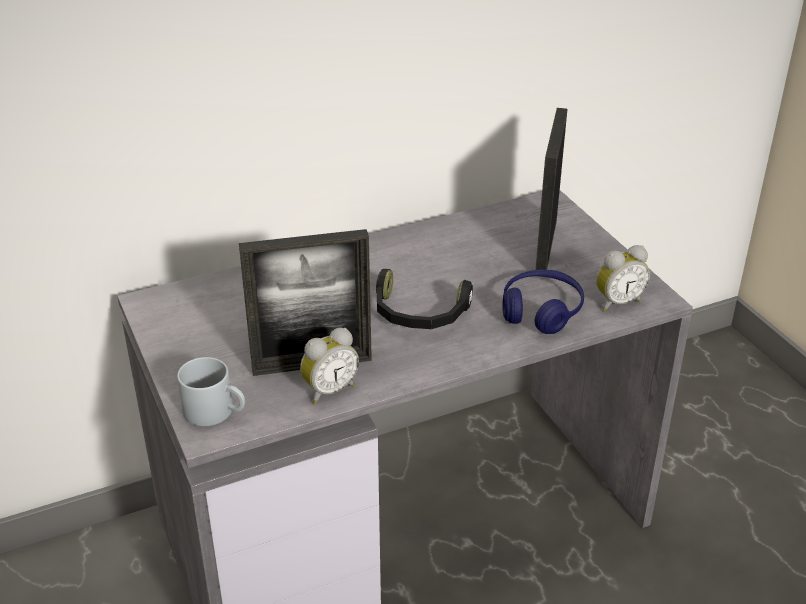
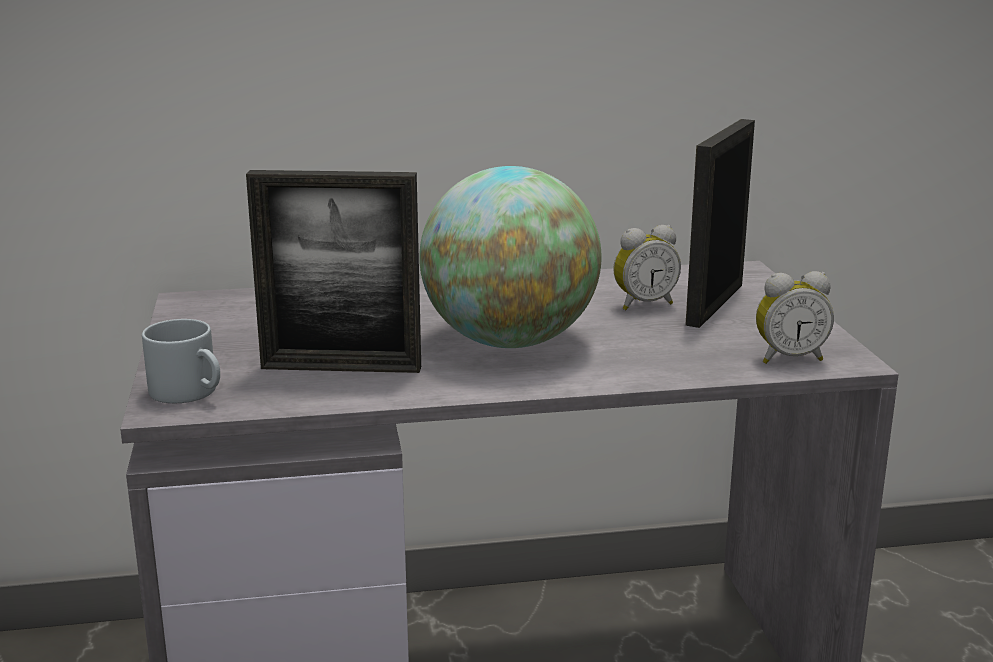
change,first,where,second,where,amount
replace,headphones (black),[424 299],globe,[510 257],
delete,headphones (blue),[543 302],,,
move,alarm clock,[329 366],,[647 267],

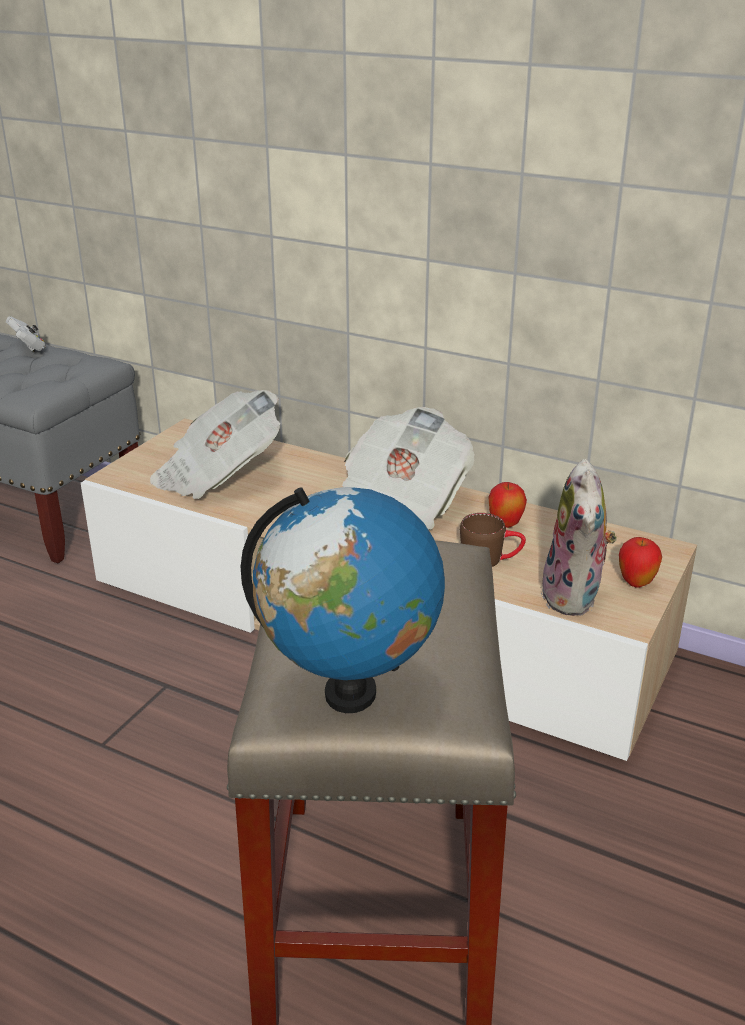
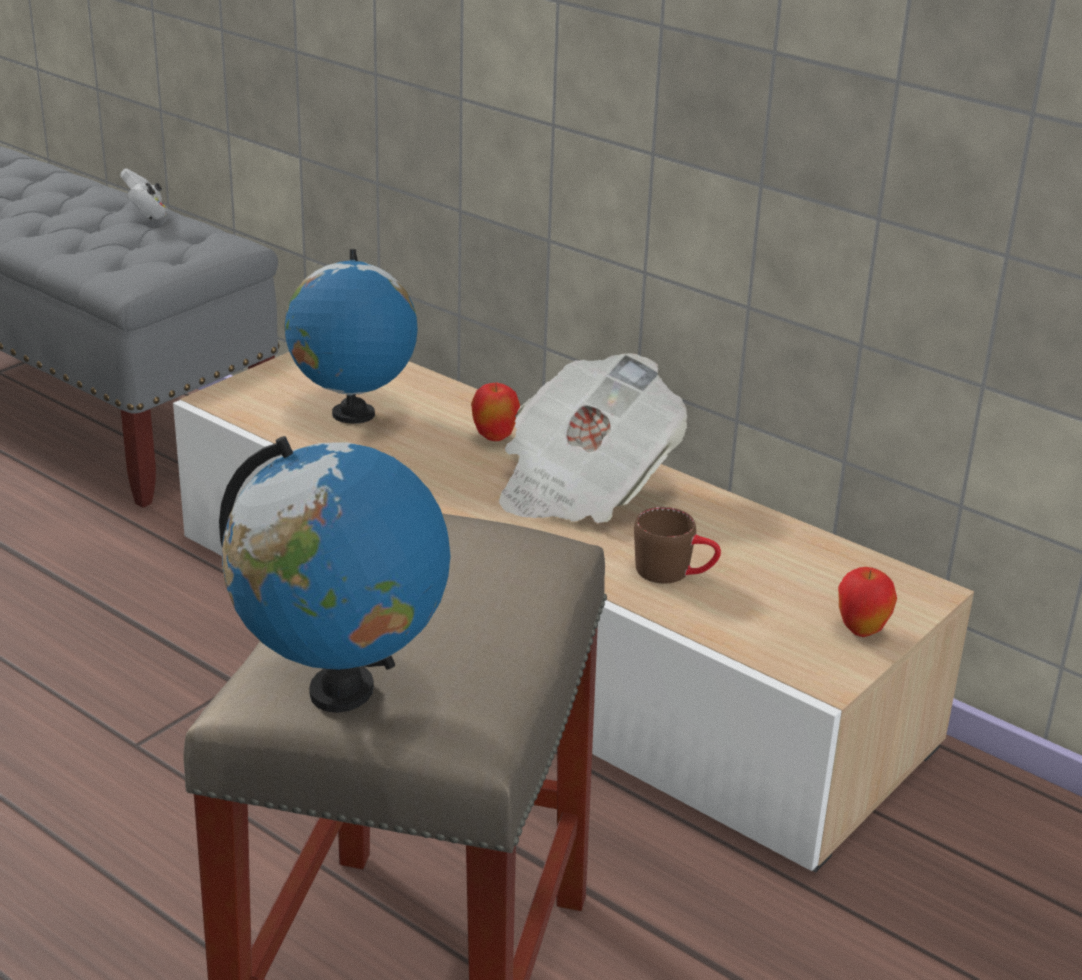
change,first,where,second,where,amount
replace,newspaper,[215 444],globe,[351 336],
delete,plush toy,[579 537],,,
move,apple,[507 505],,[495 412],

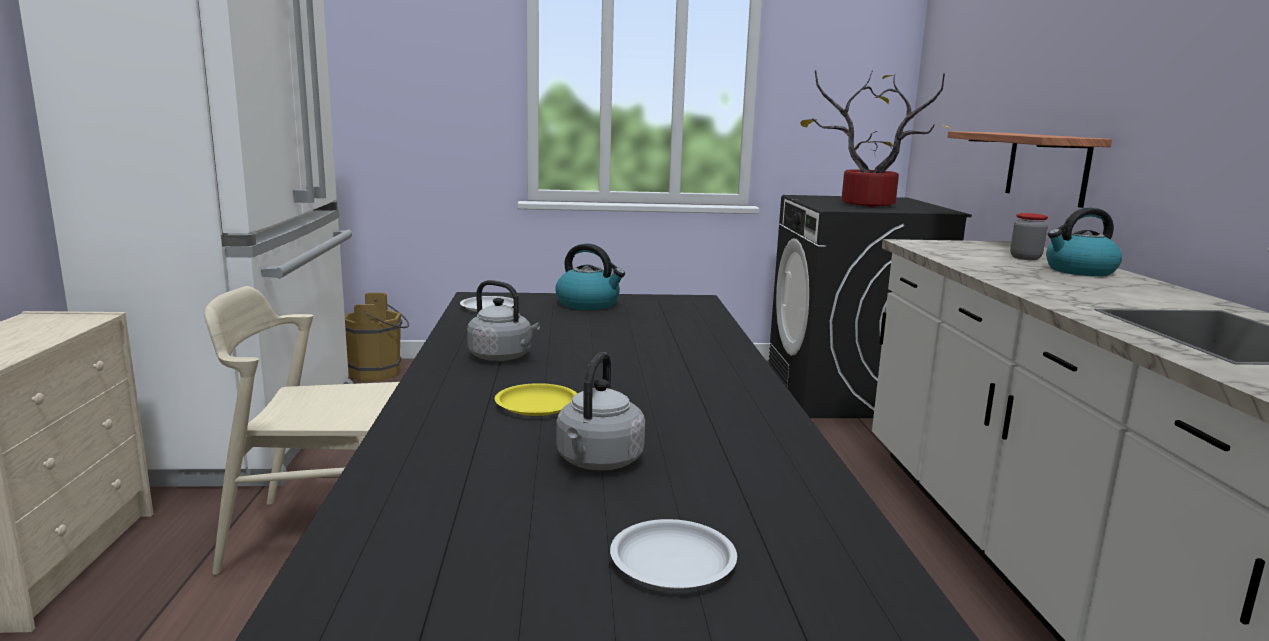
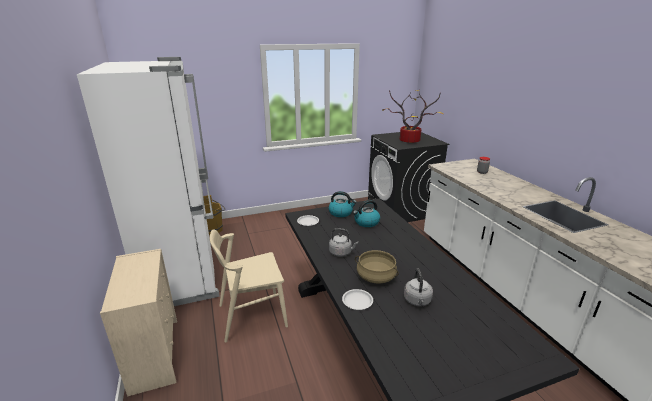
change,first,where,second,where,amount
delete,shelf,[1029 169],,,
move,kettle,[1084 242],,[366 213],
replace,plate (yellow),[536 399],cooking pot (beige),[377 267],
move,plate (white),[673 554],,[357 299],

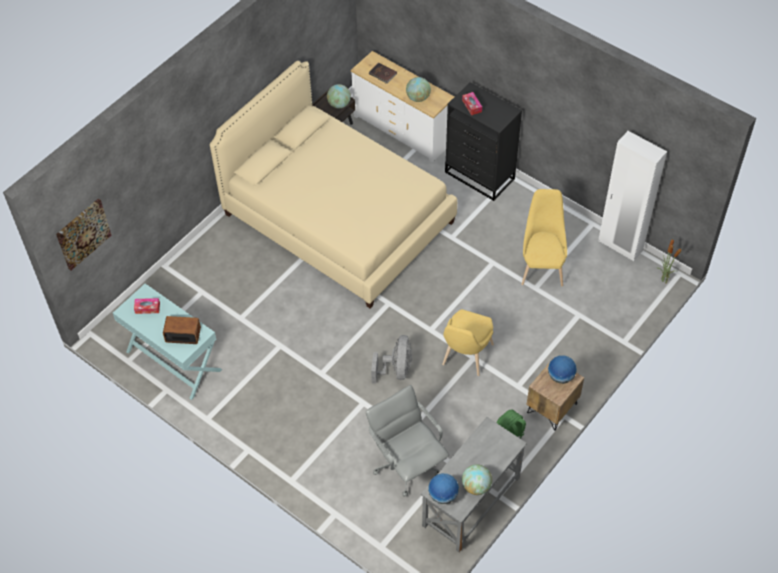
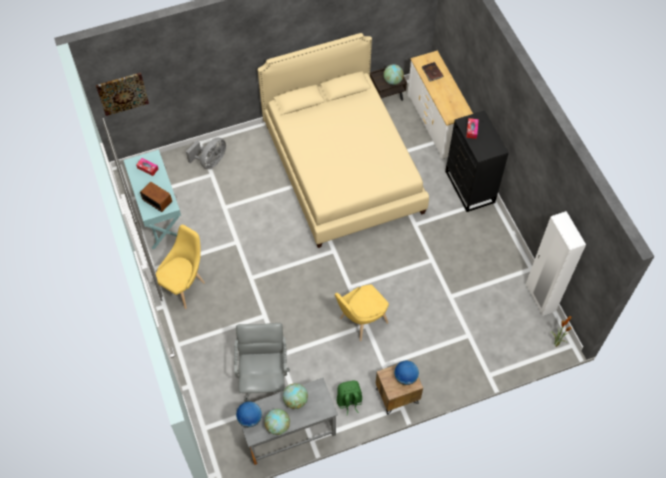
change,first,where,second,where,amount
move,globe,[418 89],,[295 396],
move,chair (yellow),[544 237],,[180 267],
move,fan (grey),[391 359],,[206 153],

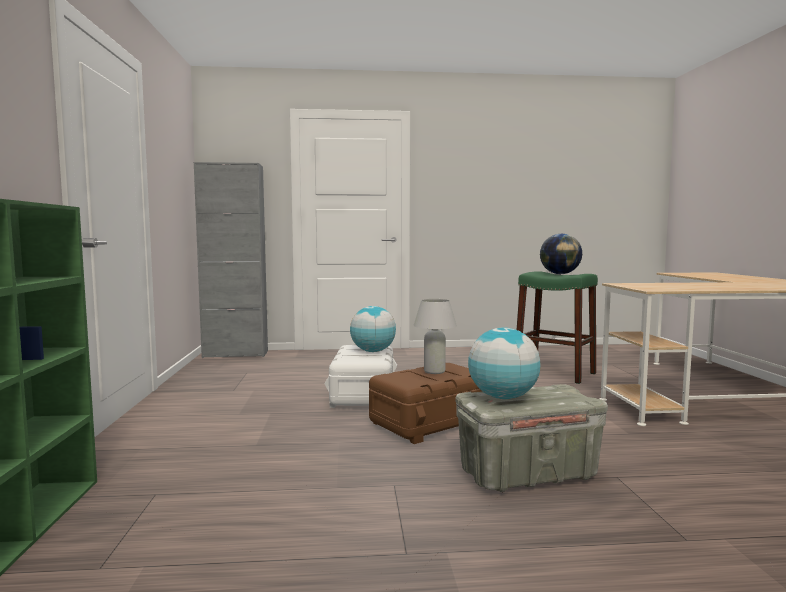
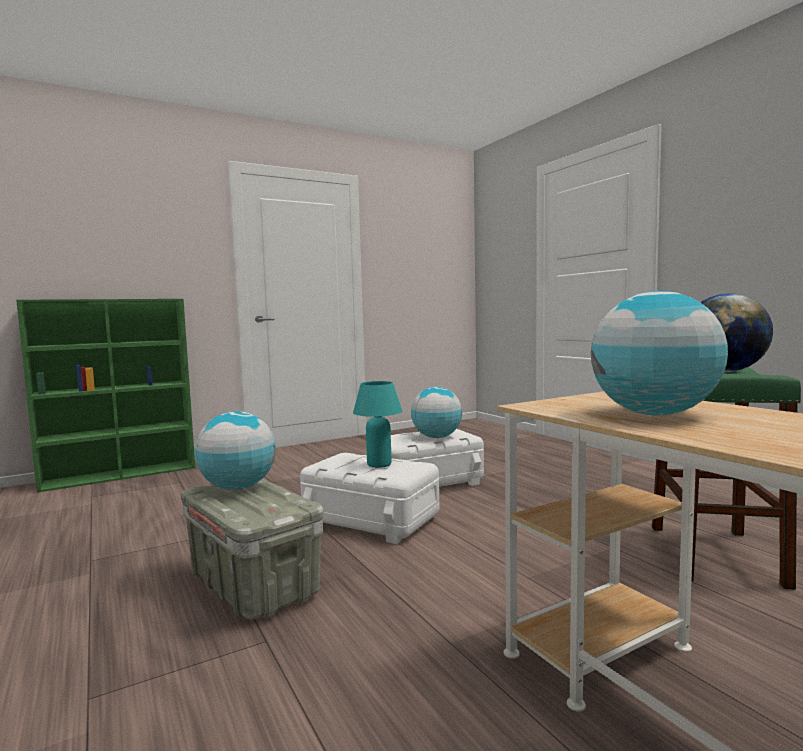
change,first,where,second,where,amount
delete,cabinet (grey),[231 260],,,
recolor,table lamp (white),[435 336],table lamp (turquoise),[377 424],
recolor,storage box (brown),[426 403],storage box (white),[369 498],
insert,,,globe,[659 353],

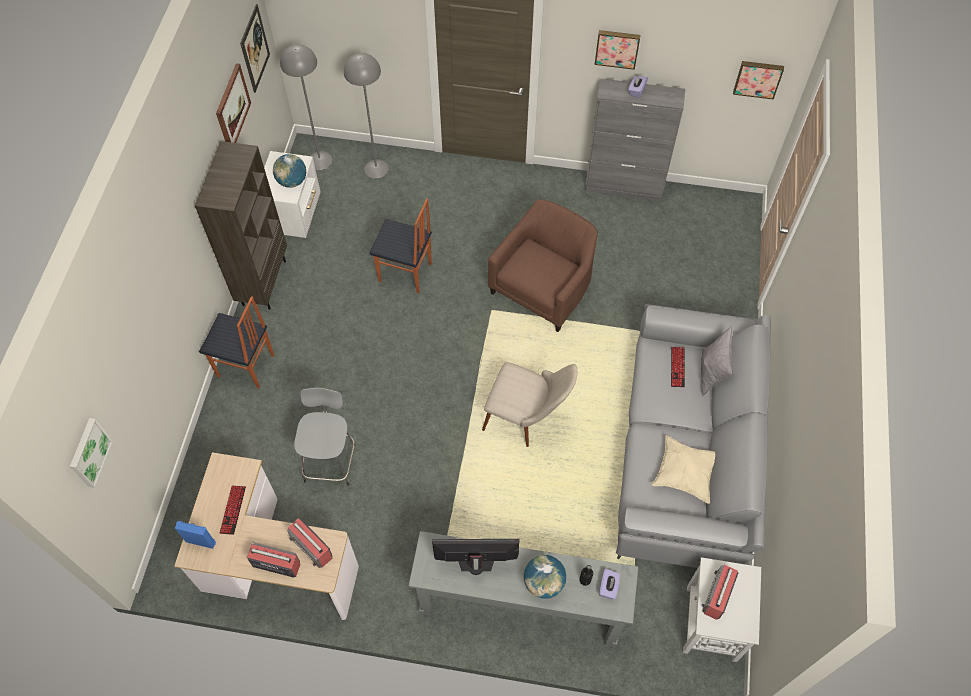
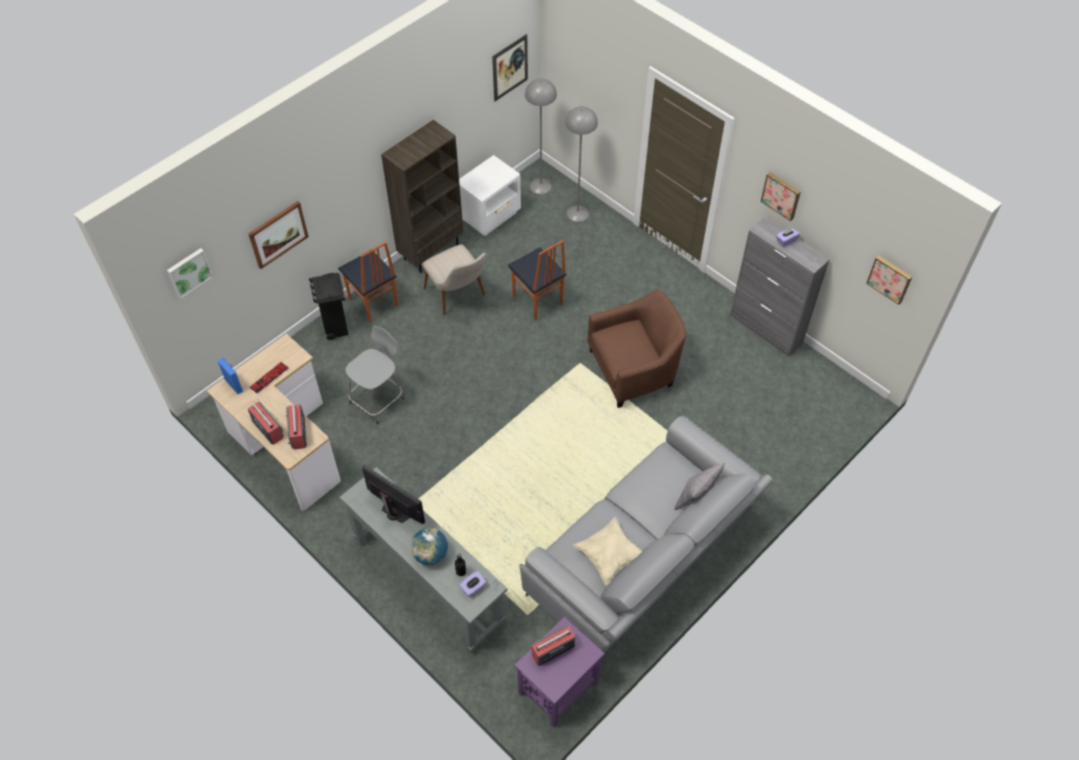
change,first,where,second,where,amount
move,picture,[233 103],,[279 235],
delete,globe,[289 171],,,
delete,keyboard,[678 367],,,
move,chair (beige),[529 404],,[454 279],
recolor,side table (white),[722 609],side table (purple),[559 672],
insert,,,trash can (black),[328 306],

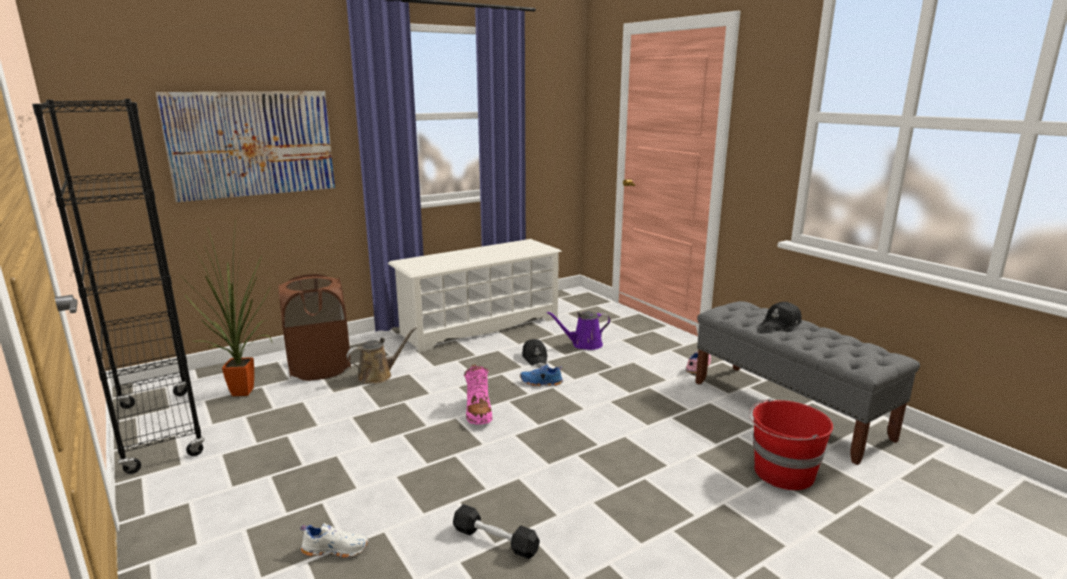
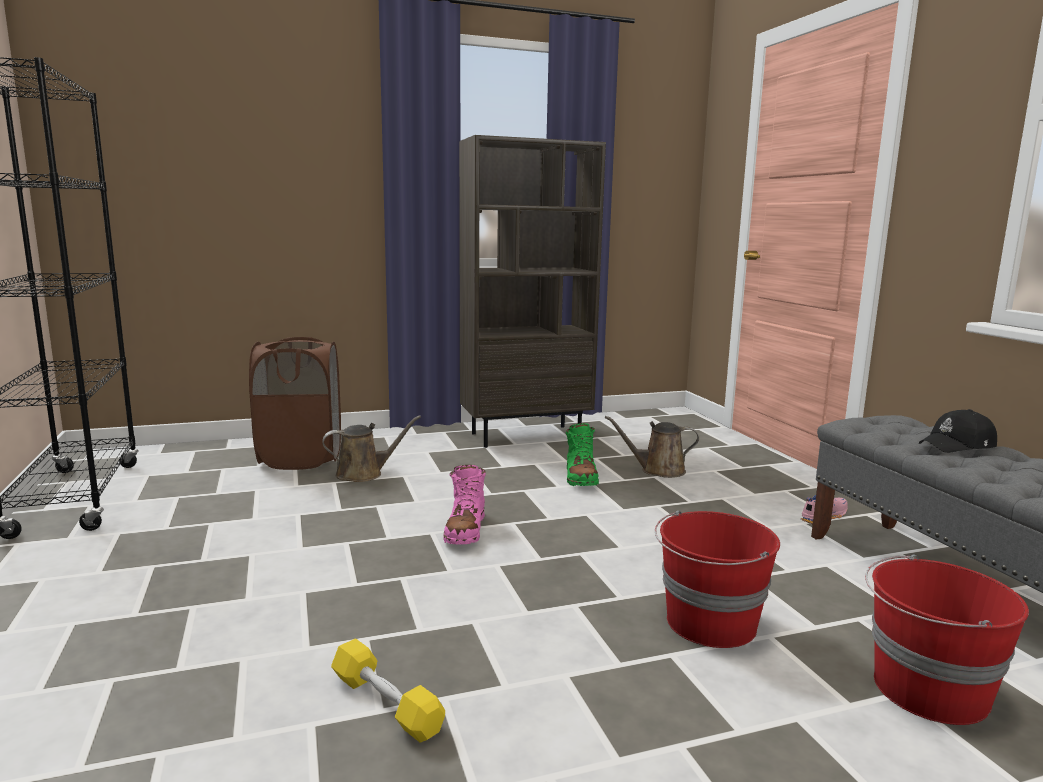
change,first,where,second,where,amount
delete,picture,[245 146],,,
delete,potted plant,[224 308],,,
replace,shoe rack (white),[475 296],bookcase (brown),[532 291],
recolor,watering can (purple),[579 330],watering can (brown),[652 447],
replace,cap (black),[534 352],boot (green),[582 454],
delete,shoe (blue),[541 375],,,
recolor,dumbbell (black),[496 531],dumbbell (yellow),[388 690],
delete,shoe (white),[334 540],,,
insert,,,bucket (red),[717 579],

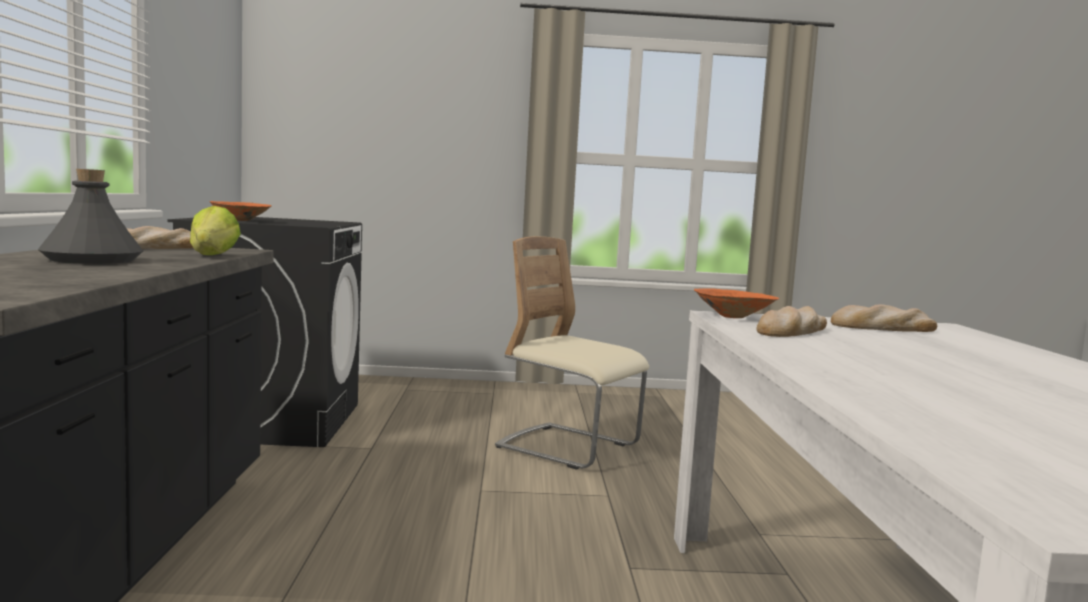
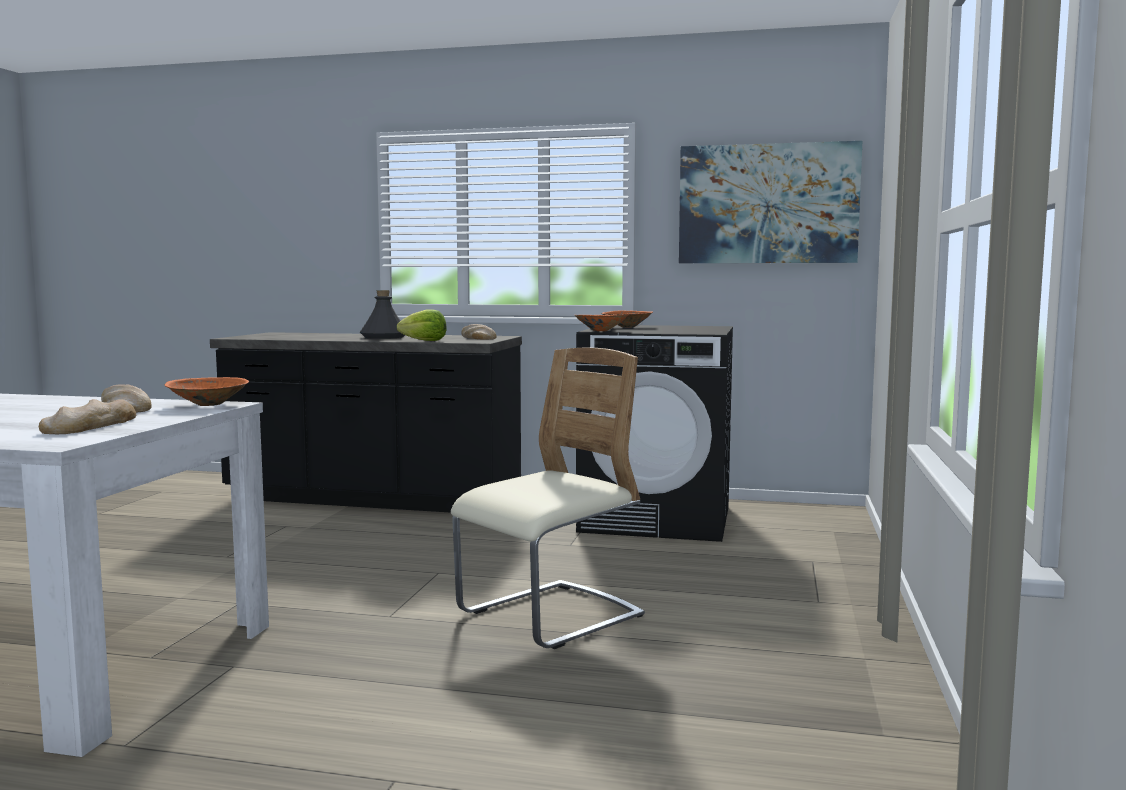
change,first,where,second,where,amount
insert,,,picture,[770 202],
insert,,,bowl (orange),[601 322],

